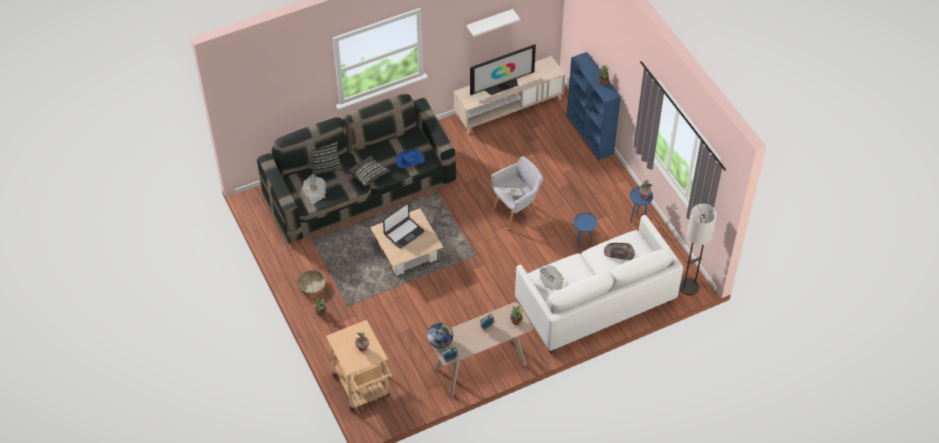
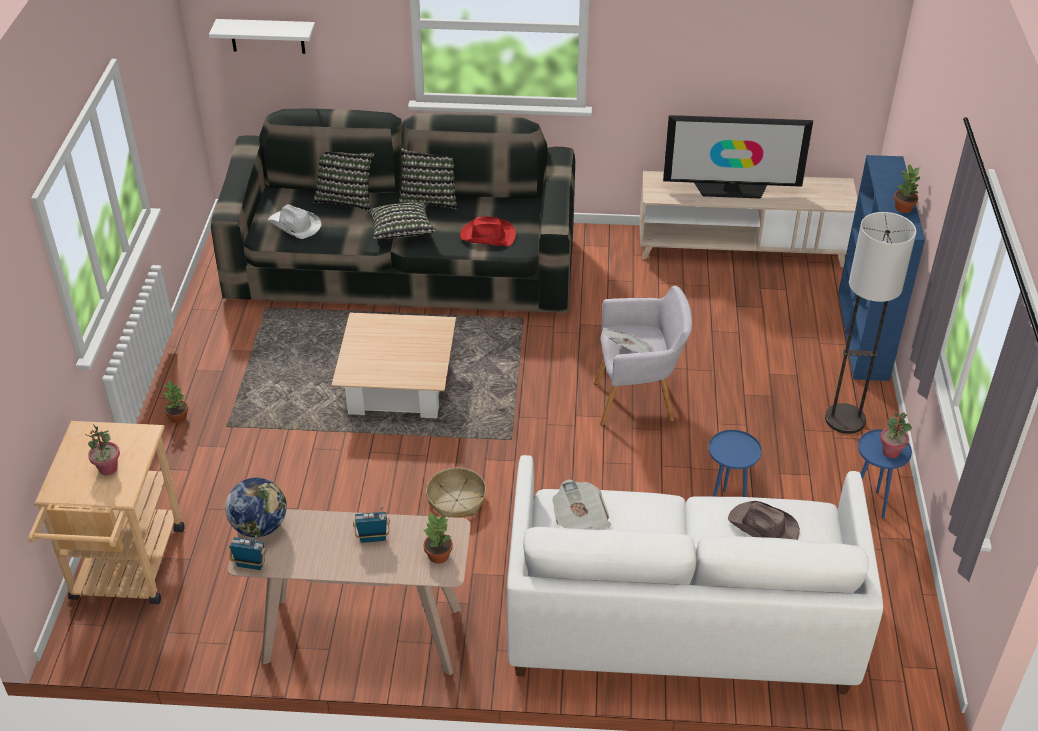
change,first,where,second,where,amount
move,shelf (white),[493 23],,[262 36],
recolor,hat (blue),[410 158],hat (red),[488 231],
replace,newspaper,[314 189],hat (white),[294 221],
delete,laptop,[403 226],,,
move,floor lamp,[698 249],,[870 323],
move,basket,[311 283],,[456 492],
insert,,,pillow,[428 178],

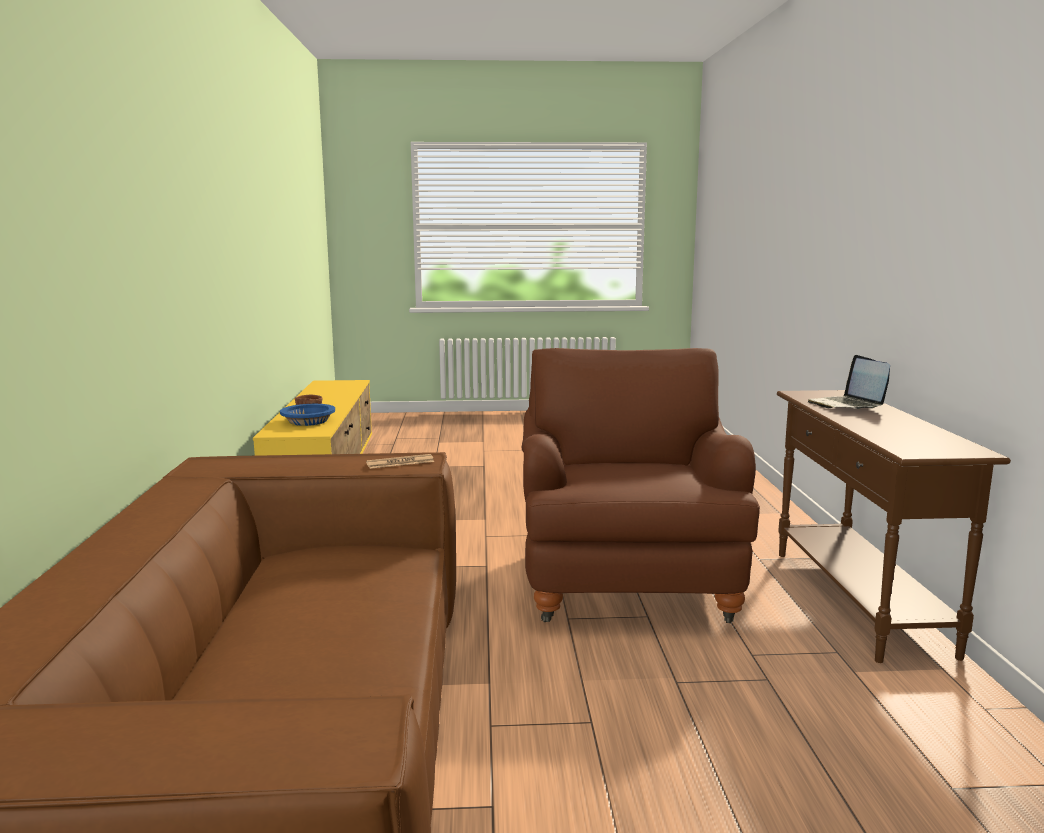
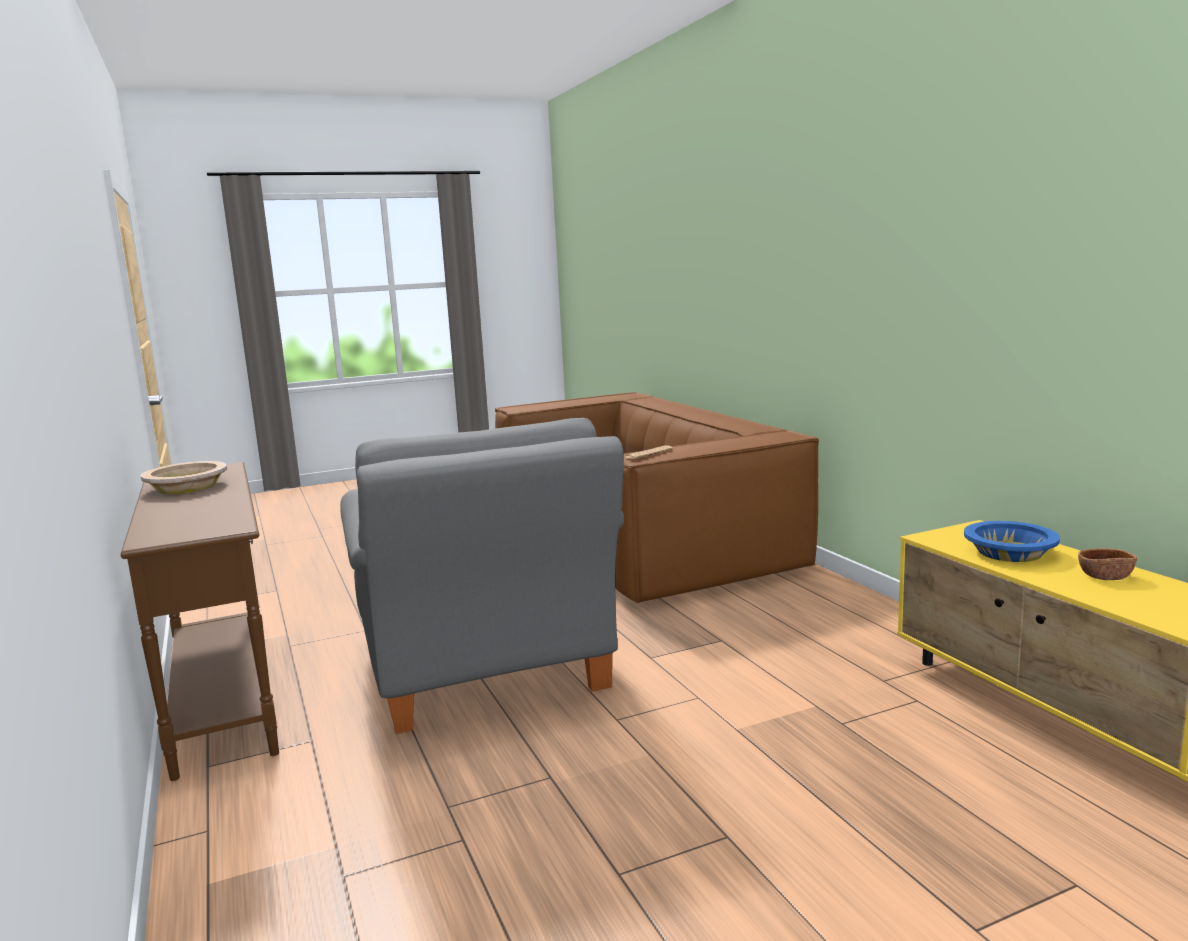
change,first,where,second,where,amount
recolor,armchair (brown),[640 485],armchair (grey),[482 576],
delete,laptop,[849 382],,,
insert,,,bowl (beige),[184 477],

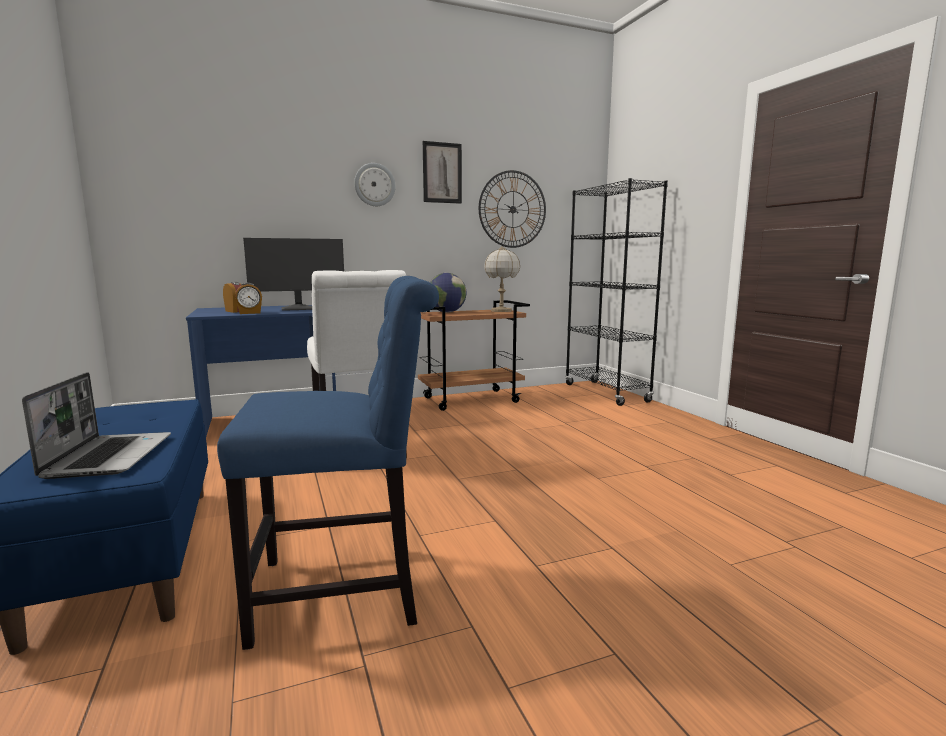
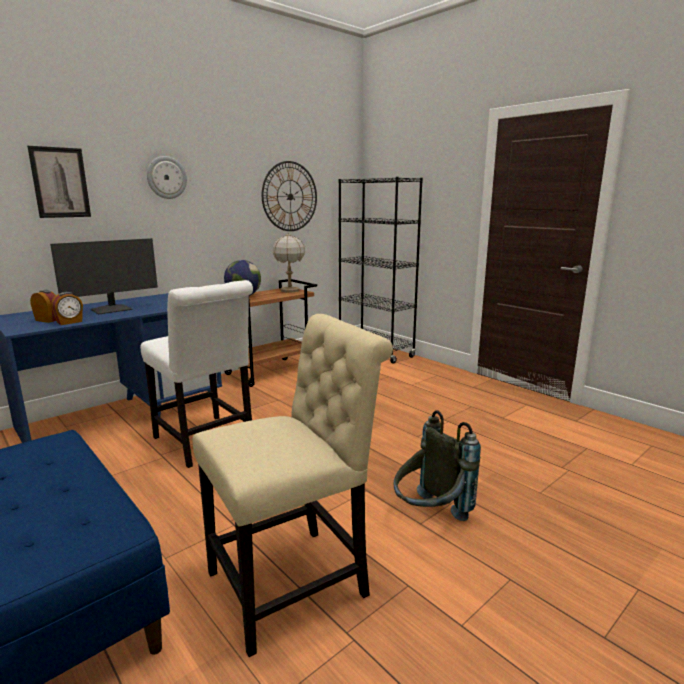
change,first,where,second,where,amount
move,picture,[442 172],,[59 182],
recolor,chair (blue),[328 463],chair (beige),[293 485],
delete,laptop,[96 425],,,
insert,,,backpack (grey),[437 465],

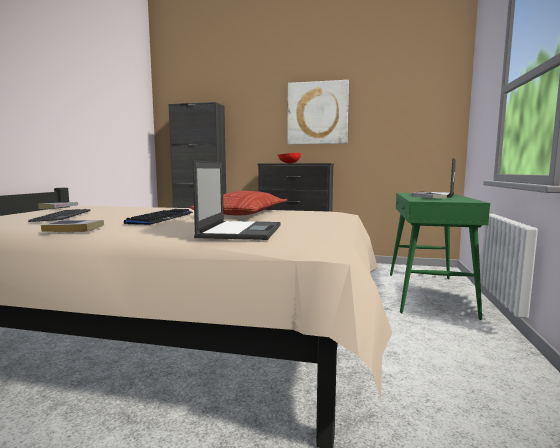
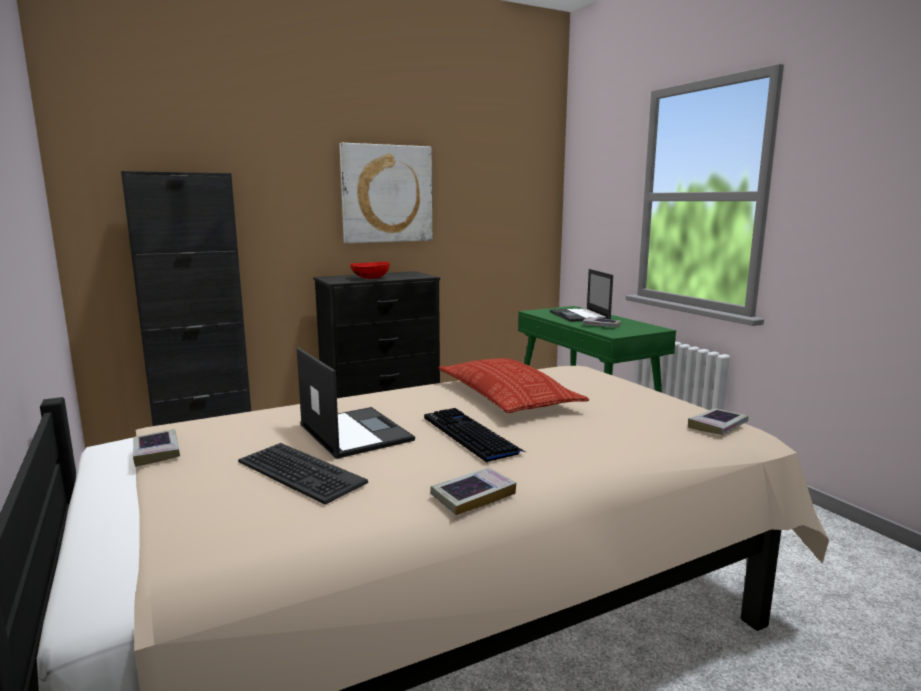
change,first,where,second,where,amount
move,laptop,[236 200],,[356 403],
insert,,,book,[718 421],

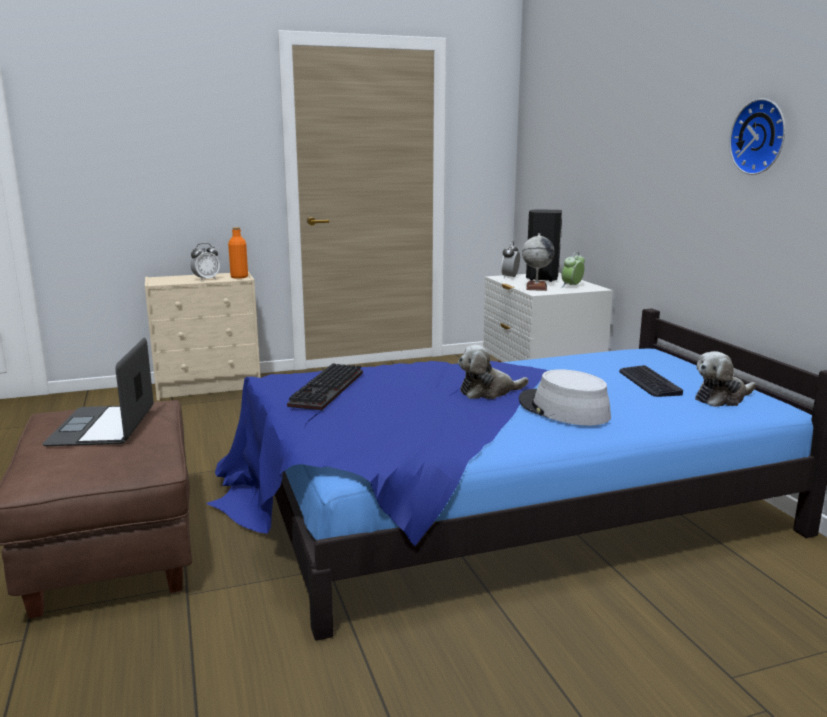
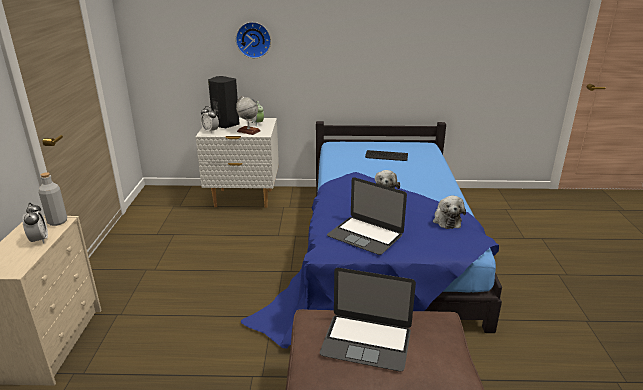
change,first,where,second,where,amount
move,wall clock,[757 136],,[253 40],
recolor,bottle (orange),[238 253],bottle (grey),[53 199],
move,plush toy,[725 379],,[449 212],
replace,keyboard,[325 386],laptop,[367 216],
delete,hat (grey),[565 397],,,

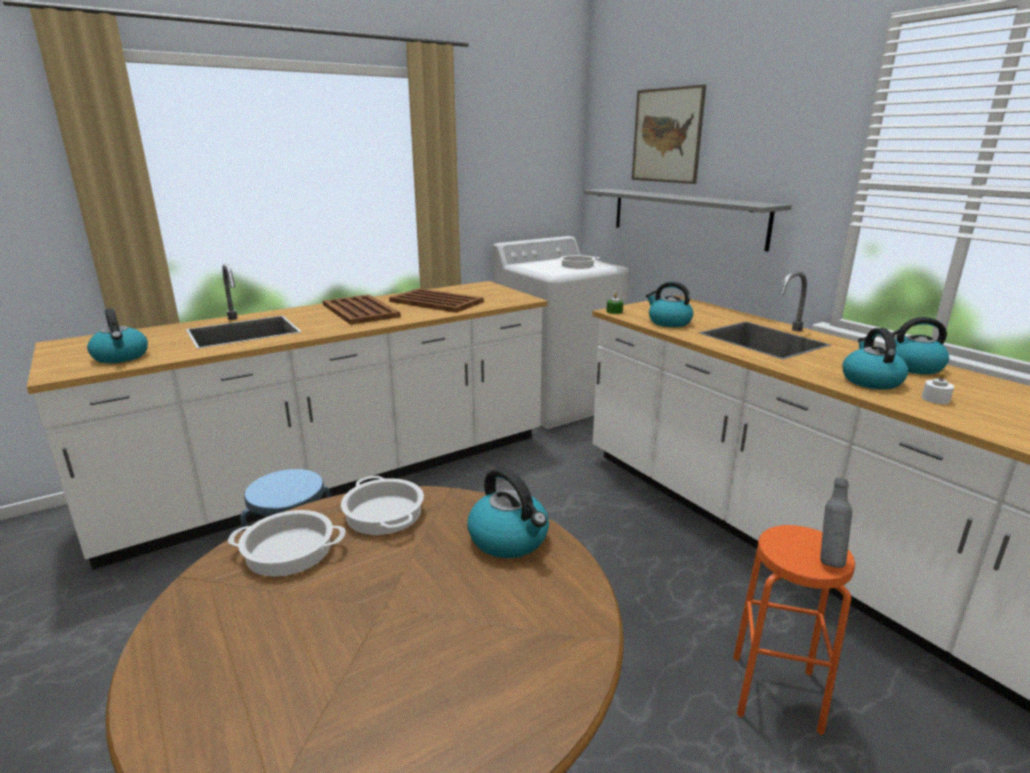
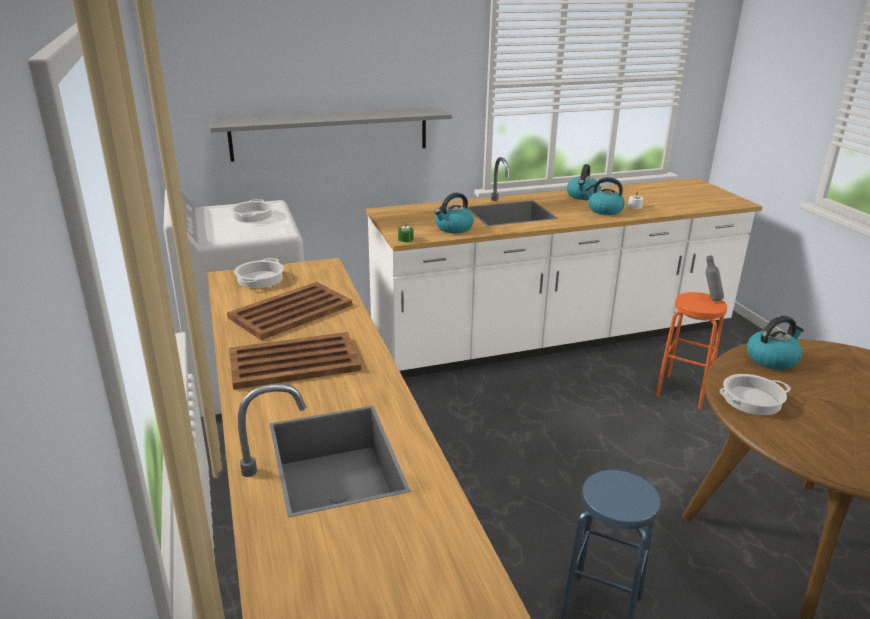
change,first,where,second,where,amount
delete,picture,[669 134],,,
delete,kettle,[117 335],,,
move,cooking pot,[287 543],,[259 273],

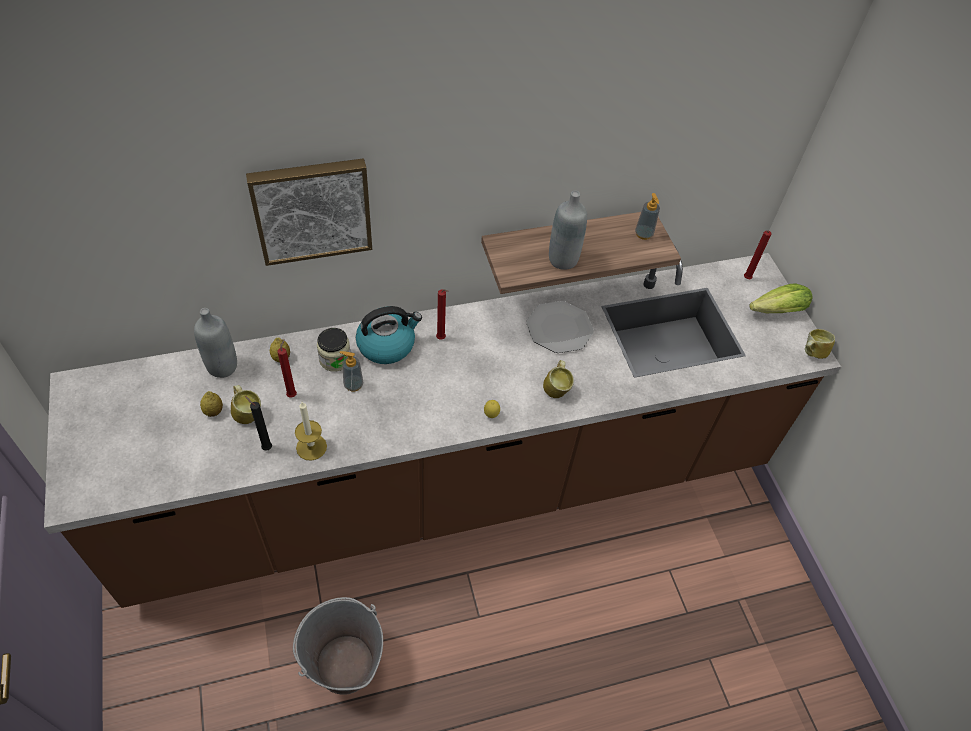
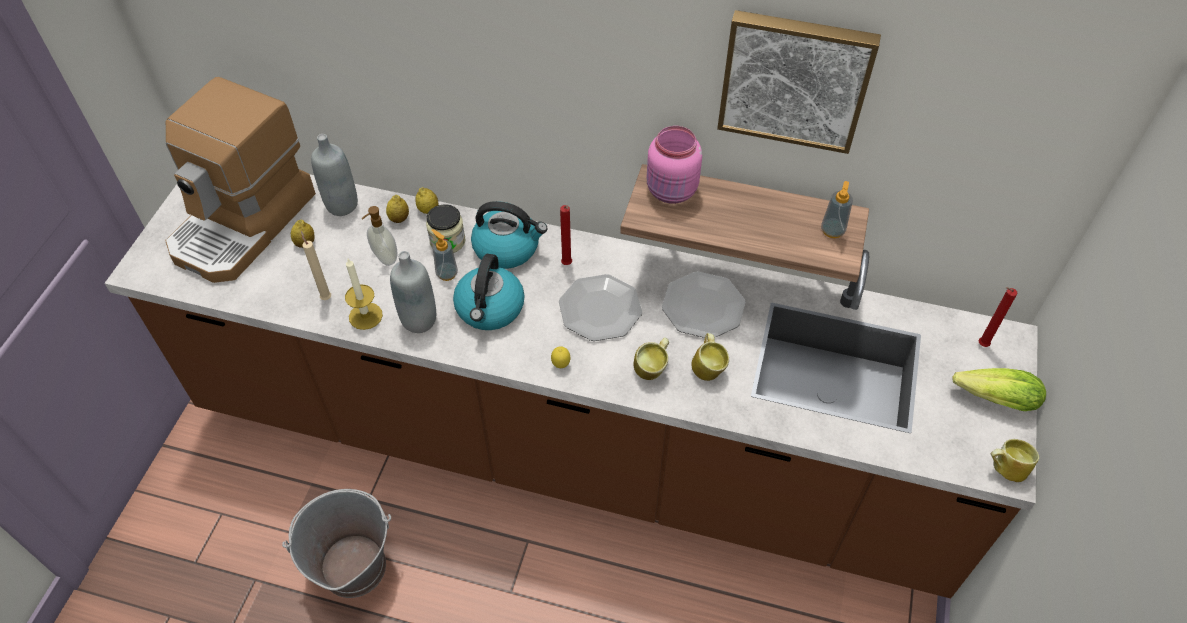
change,first,where,second,where,amount
move,picture,[309 212],,[799 82],
move,bottle (grey),[568 230],,[413 292],
replace,candle (red),[287 368],soap dispenser,[380 236],
move,mug,[246 404],,[710 357],
recolor,candle (black),[258 423],candle (beige),[316 265],
insert,,,coffee machine,[240 180],
insert,,,jar (pink),[674 165],
insert,,,lemon,[427 200],
insert,,,kettle,[489 292],
insert,,,plate,[600 307],

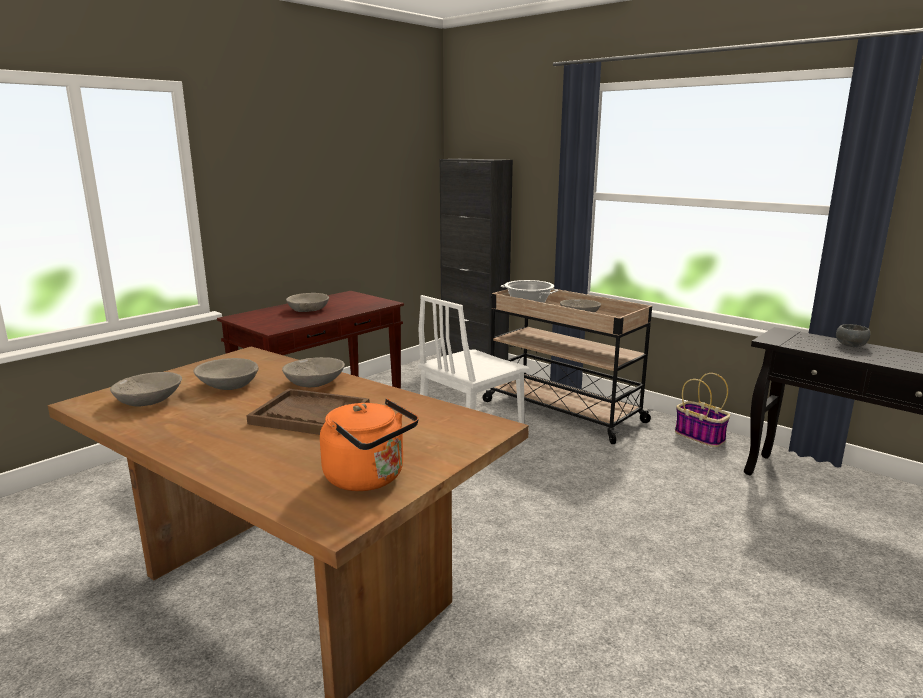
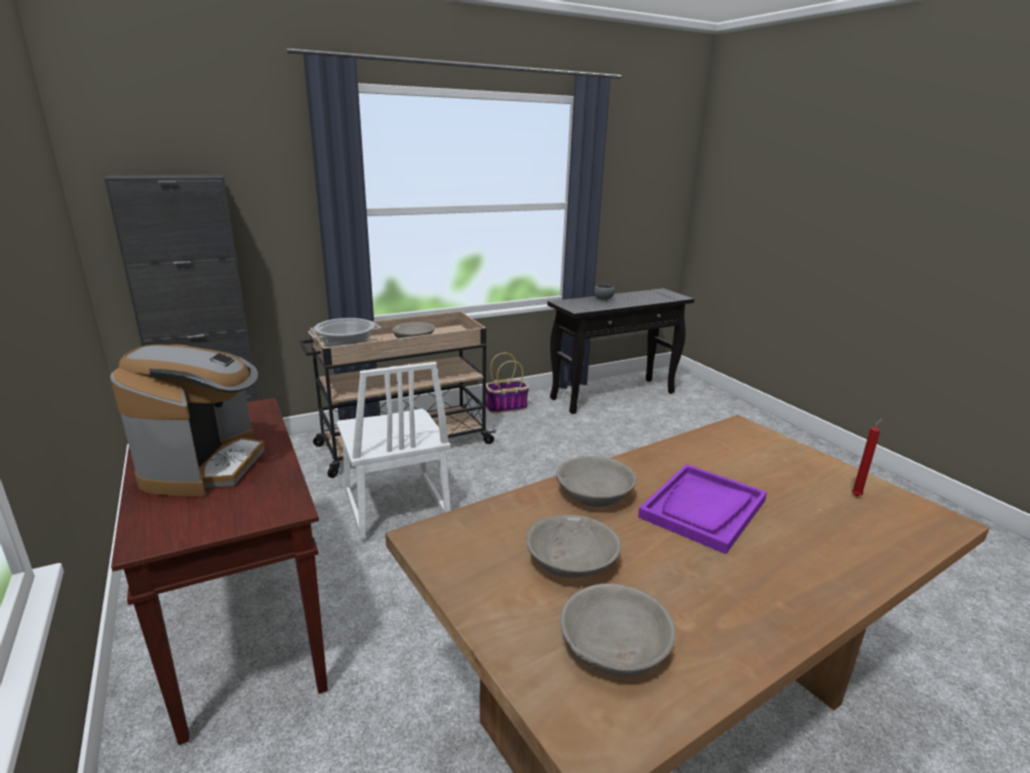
change,first,where,second,where,amount
replace,bowl (grey),[307 302],coffee machine,[187 420],
recolor,tray (brown),[307 412],tray (purple),[702 509],
replace,kettle (orange),[369 445],candle (red),[867 457],

